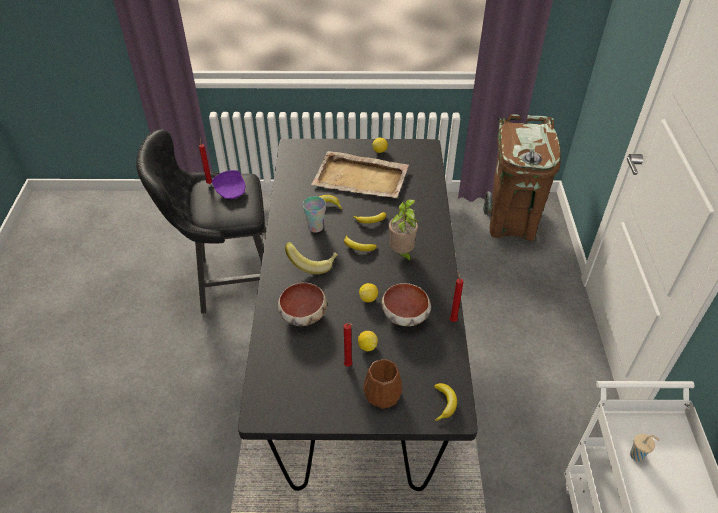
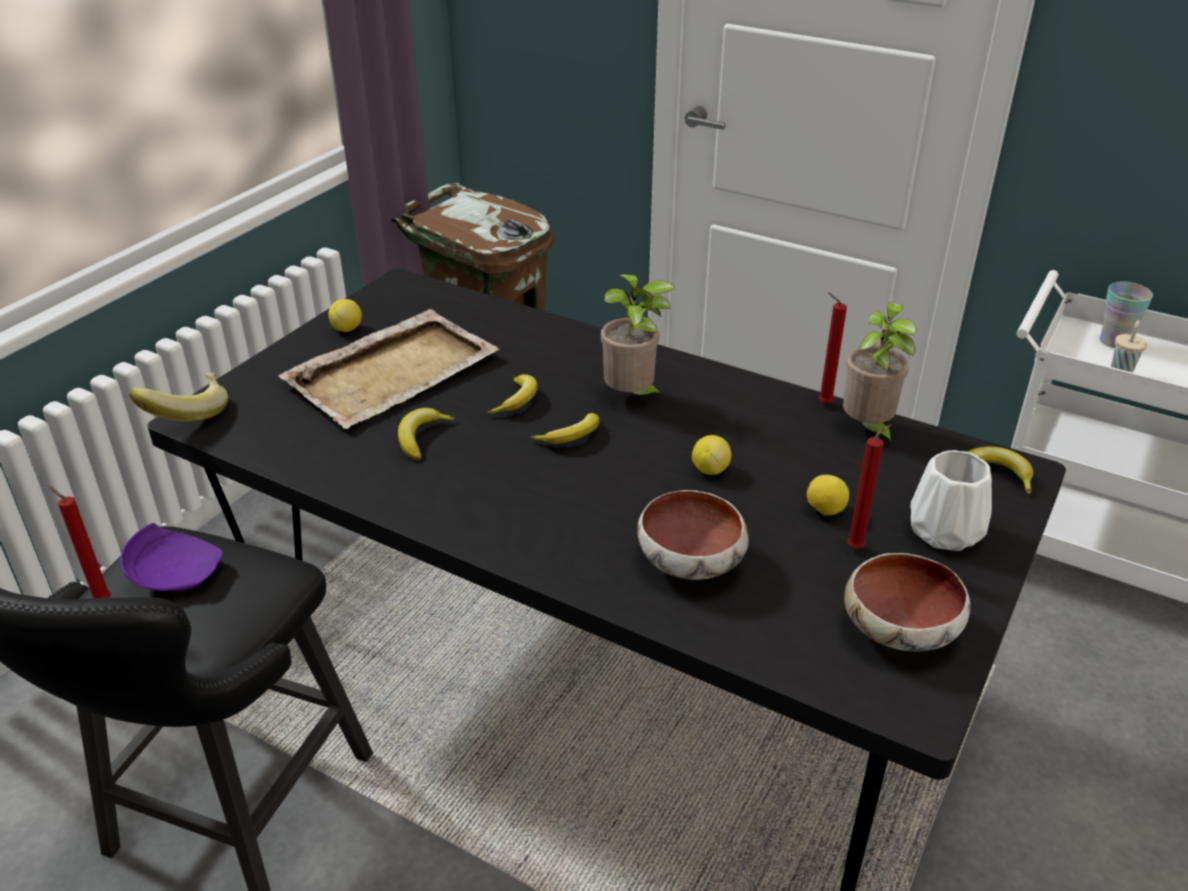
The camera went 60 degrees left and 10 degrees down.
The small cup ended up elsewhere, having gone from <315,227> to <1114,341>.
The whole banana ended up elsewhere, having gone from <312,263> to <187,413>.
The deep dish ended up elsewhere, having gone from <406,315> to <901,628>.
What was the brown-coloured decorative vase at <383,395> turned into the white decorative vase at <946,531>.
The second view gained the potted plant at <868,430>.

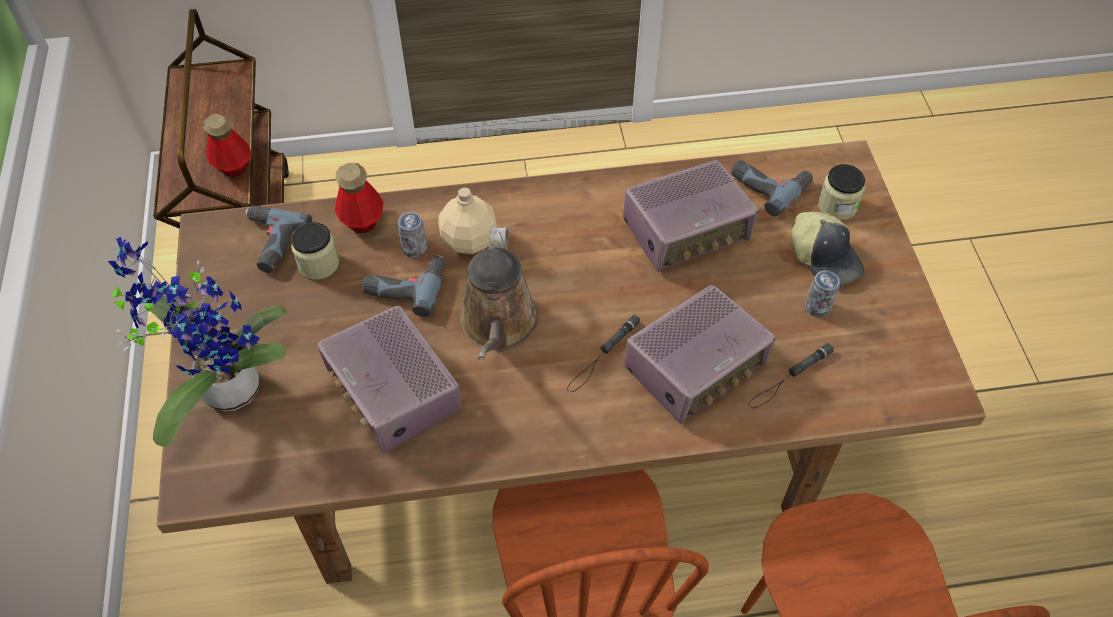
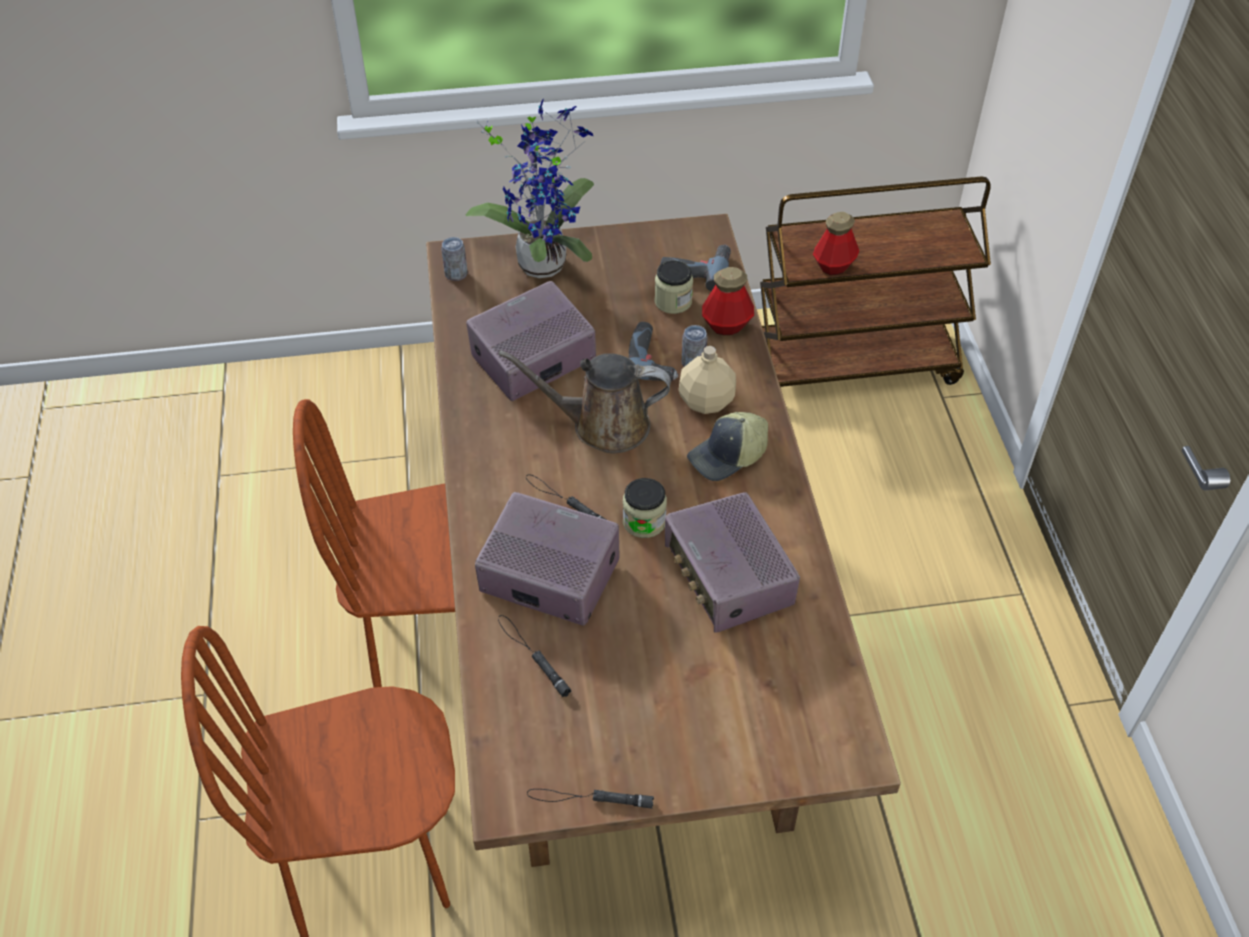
The camera went 90 degrees right and 5 degrees down.
The second view lost the power drill at <769,184>.
The jar ended up elsewhere, having gone from <837,205> to <644,521>.
The peaked cap ended up elsewhere, having gone from <825,257> to <728,456>.
The can ended up elsewhere, having gone from <817,307> to <456,274>.
The radio receiver at <696,367> ended up facing another way, 150 degrees clockwise from before.
The second view gained the black-coloured hand torch at <590,799>.

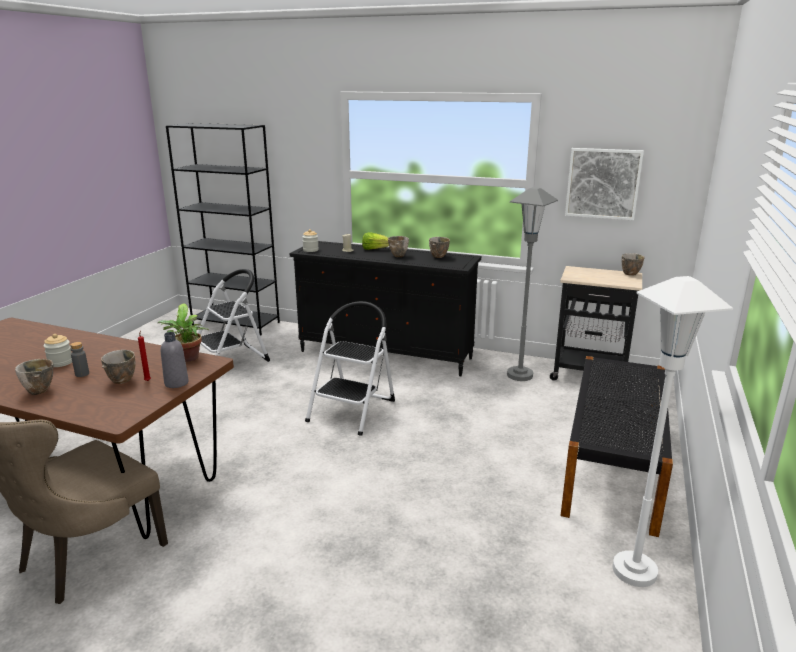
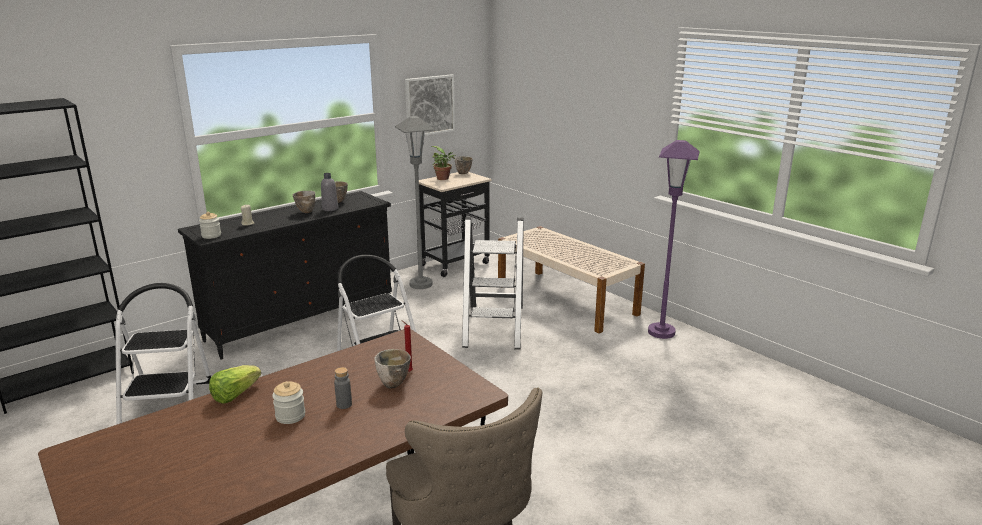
The camera went 60 degrees left and 0 degrees up.
The lettuce ended up elsewhere, having gone from <375,249> to <235,395>.
What was the white standard lamp at <634,571> turned into the purple standard lamp at <661,332>.
The potted plant ended up elsewhere, having gone from <188,359> to <444,179>.
The grey bottle ended up elsewhere, having gone from <176,383> to <330,209>.
What was the black-coloured long seat at <613,466> turned into the beige long seat at <566,299>.
The second view lost the deep dish at <39,392>.
The second view gained the grey step stool at <494,325>.

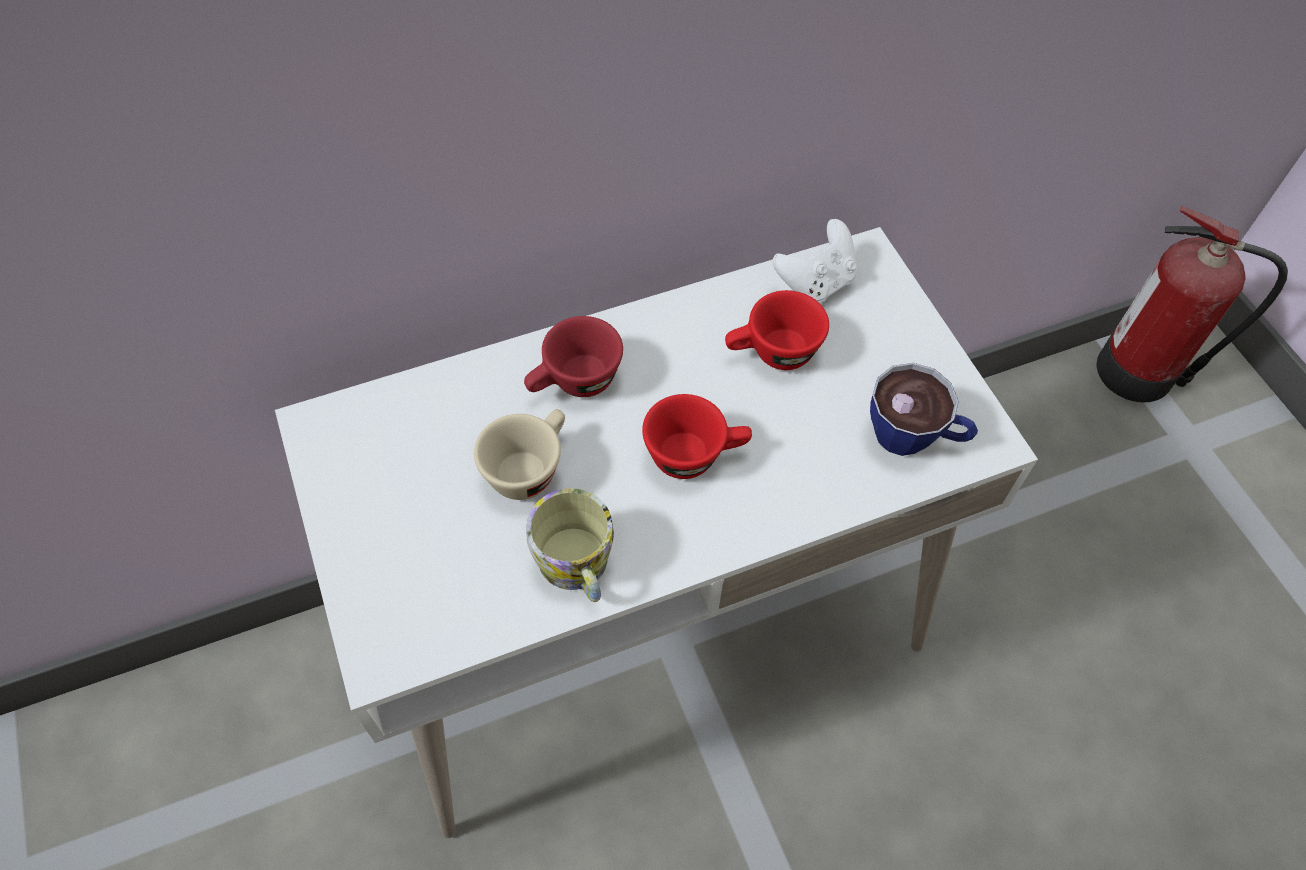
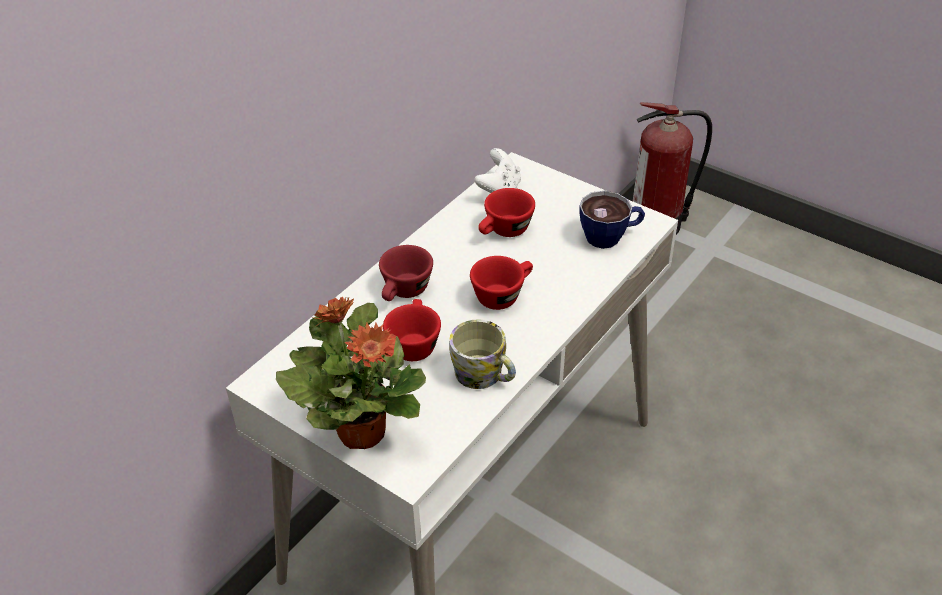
The camera went 30 degrees left and 15 degrees down.
What was the beige small cup at <529,467> turned into the reddish small cup at <413,343>.
The second view gained the potted plant at <361,430>.

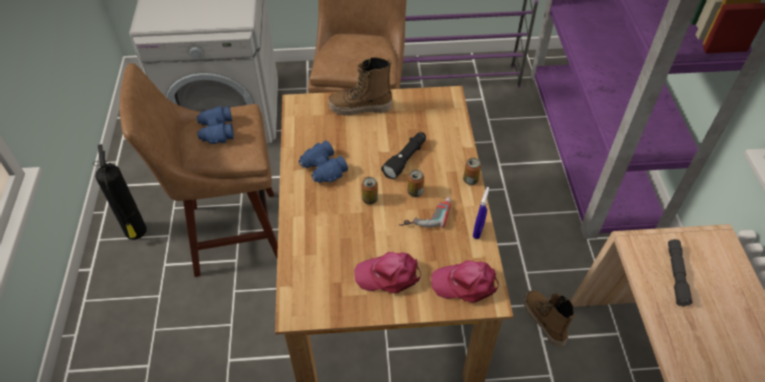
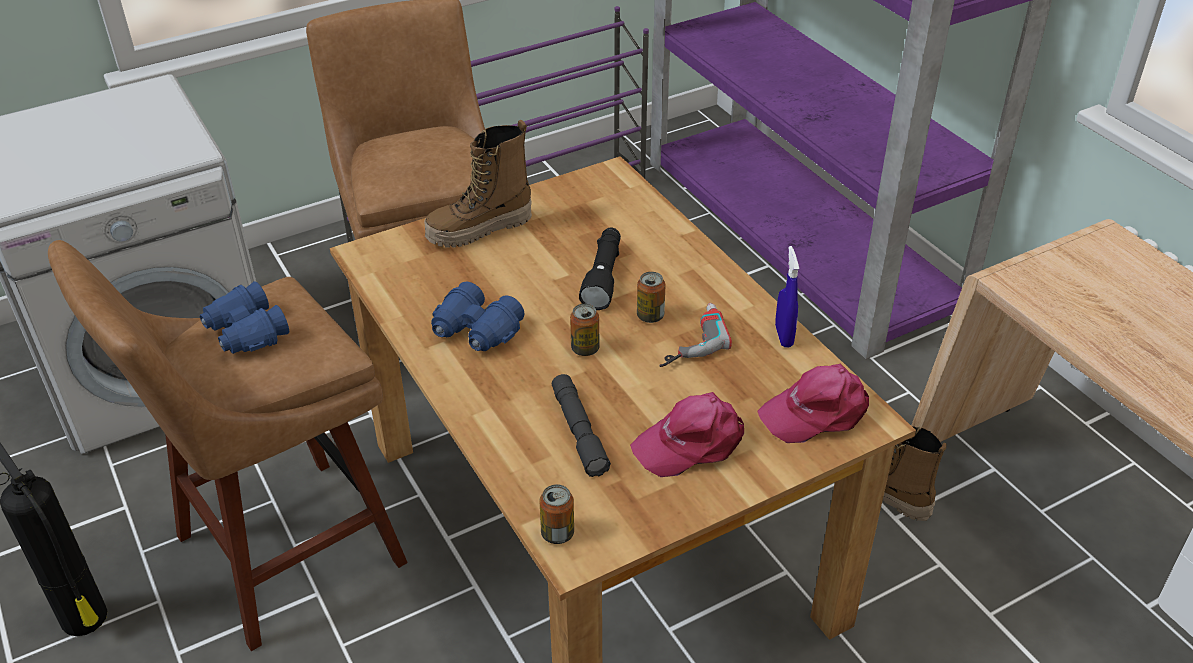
The camera went 25 degrees left and 10 degrees down.
The can ended up elsewhere, having gone from <470,180> to <557,533>.
The grey hand torch ended up elsewhere, having gone from <676,275> to <579,432>.

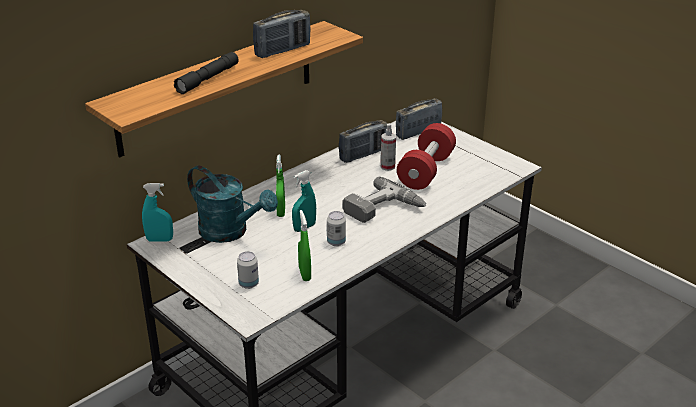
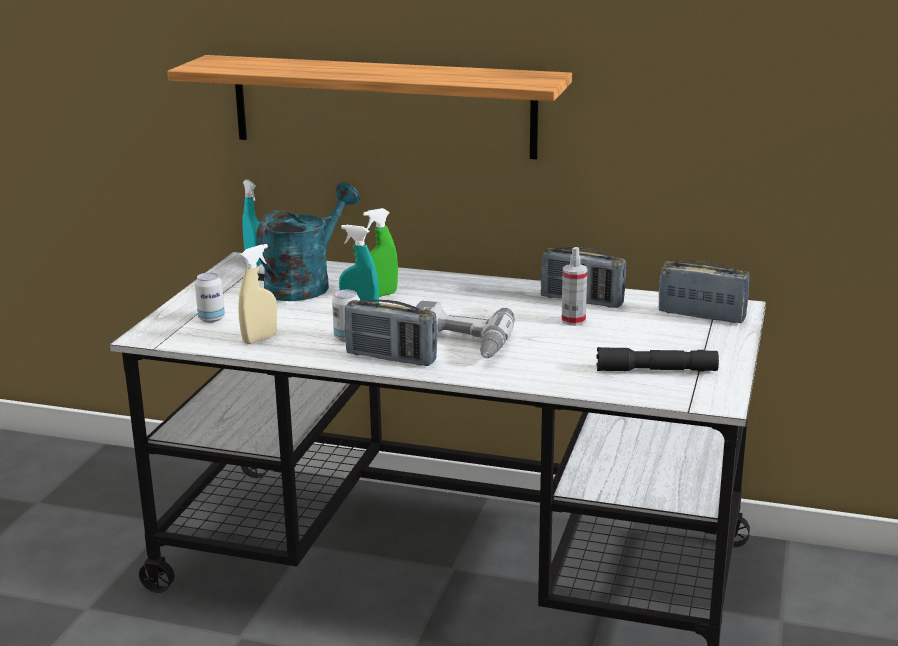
The camera went 60 degrees right and 10 degrees down.
The radio receiver ended up elsewhere, having gone from <282,50> to <391,358>.
The black-coloured hand torch ended up elsewhere, having gone from <208,79> to <656,370>.
The second view lost the reddish free weight at <426,171>.
The blue-green watering pot at <230,232> ended up facing another way, 150 degrees counterclockwise from before.
What was the green-coloured hand sprayer at <305,274> turned into the beige hand sprayer at <260,339>.

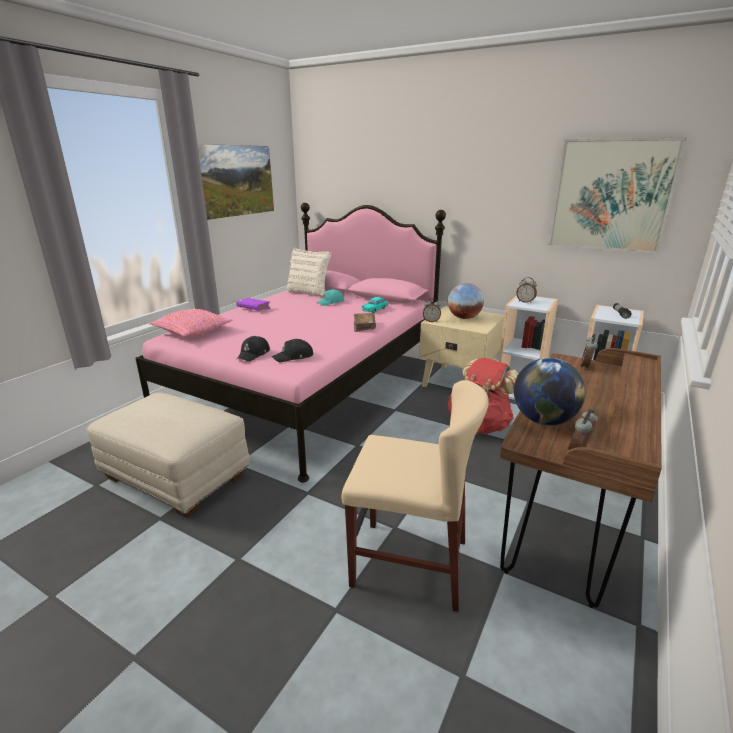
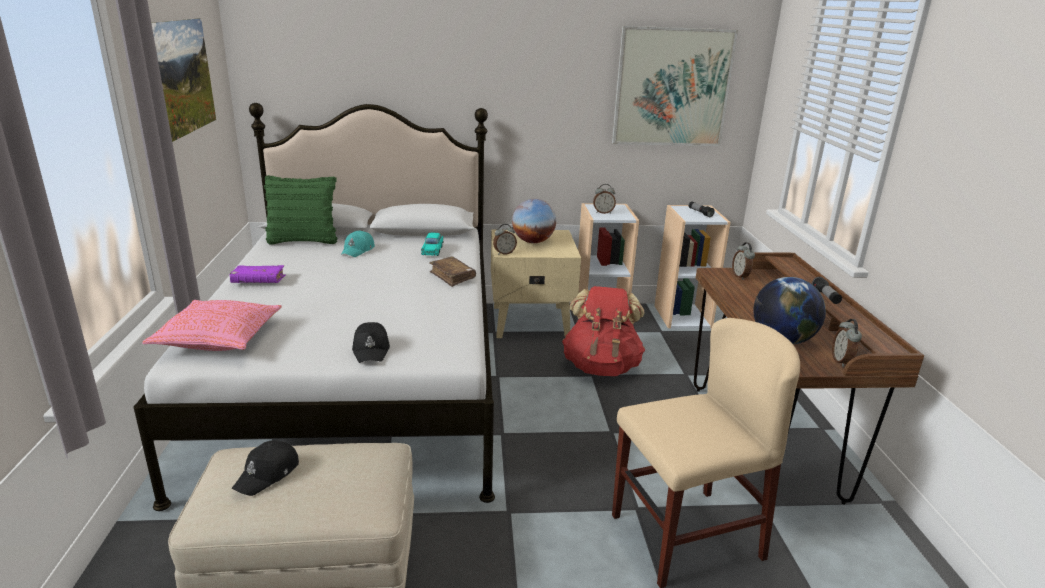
The camera went 35 degrees left and 0 degrees up.
What was the pinkish bed at <309,389> turned into the white bed at <361,381>.
What was the beige throw pillow at <309,293> turned into the green-coloured throw pillow at <304,241>.
The black-coloured peaked cap ended up elsewhere, having gone from <294,357> to <268,474>.
The second view gained the hand torch at <825,297>.

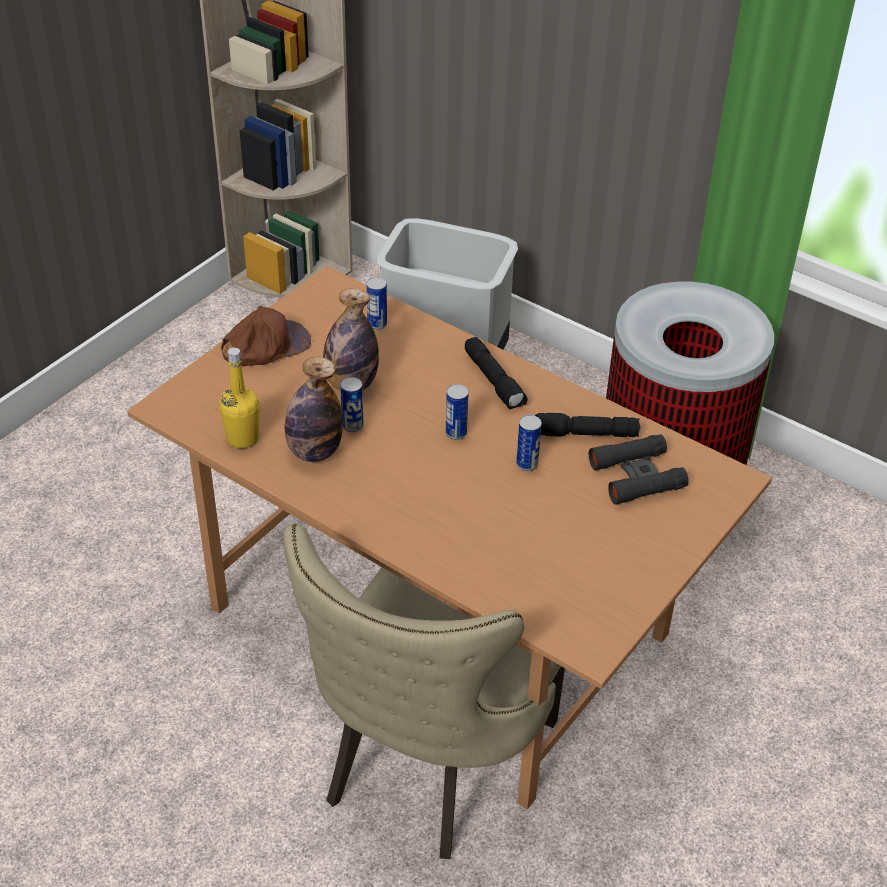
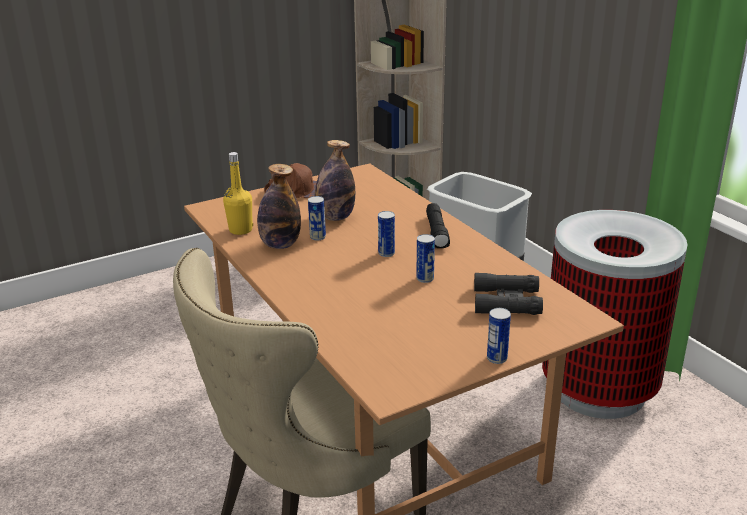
The camera went 25 degrees right and 15 degrees down.
The can ended up elsewhere, having gone from <377,324> to <497,358>.
The second view lost the black-coloured hand torch at <584,434>.

